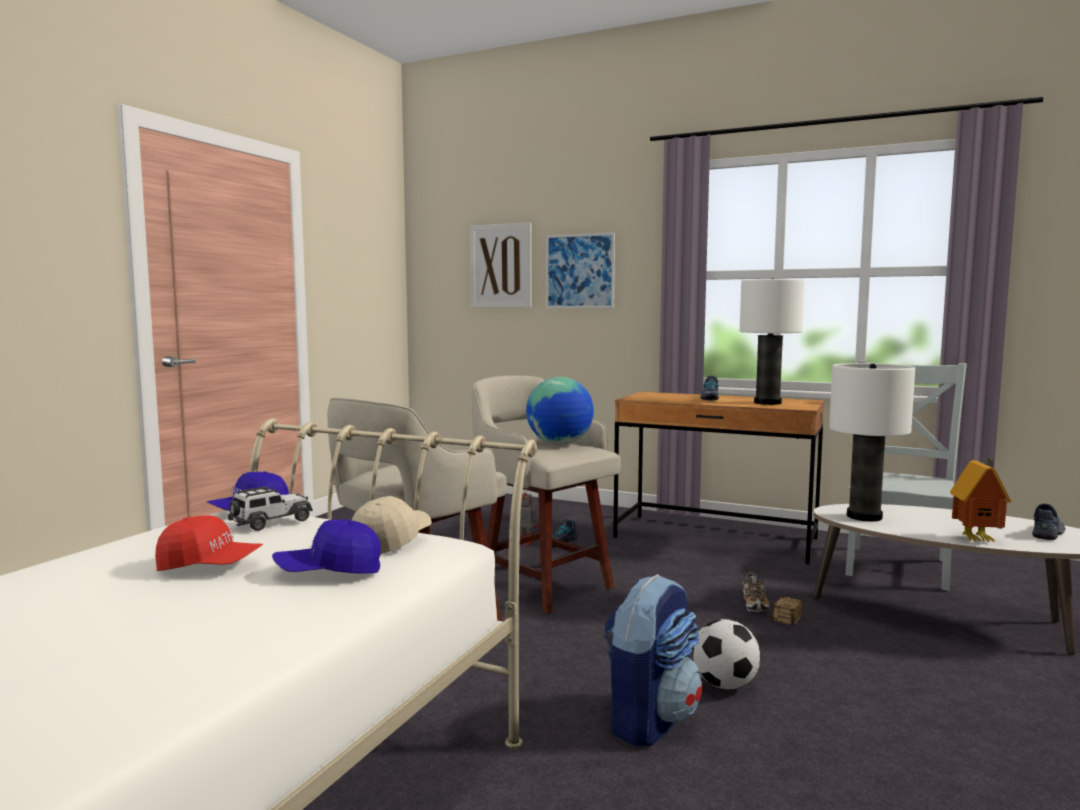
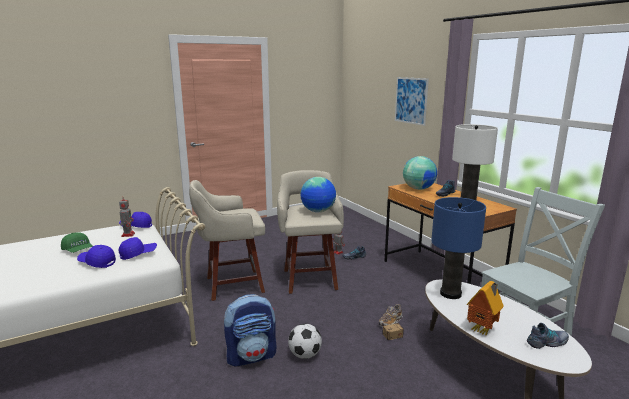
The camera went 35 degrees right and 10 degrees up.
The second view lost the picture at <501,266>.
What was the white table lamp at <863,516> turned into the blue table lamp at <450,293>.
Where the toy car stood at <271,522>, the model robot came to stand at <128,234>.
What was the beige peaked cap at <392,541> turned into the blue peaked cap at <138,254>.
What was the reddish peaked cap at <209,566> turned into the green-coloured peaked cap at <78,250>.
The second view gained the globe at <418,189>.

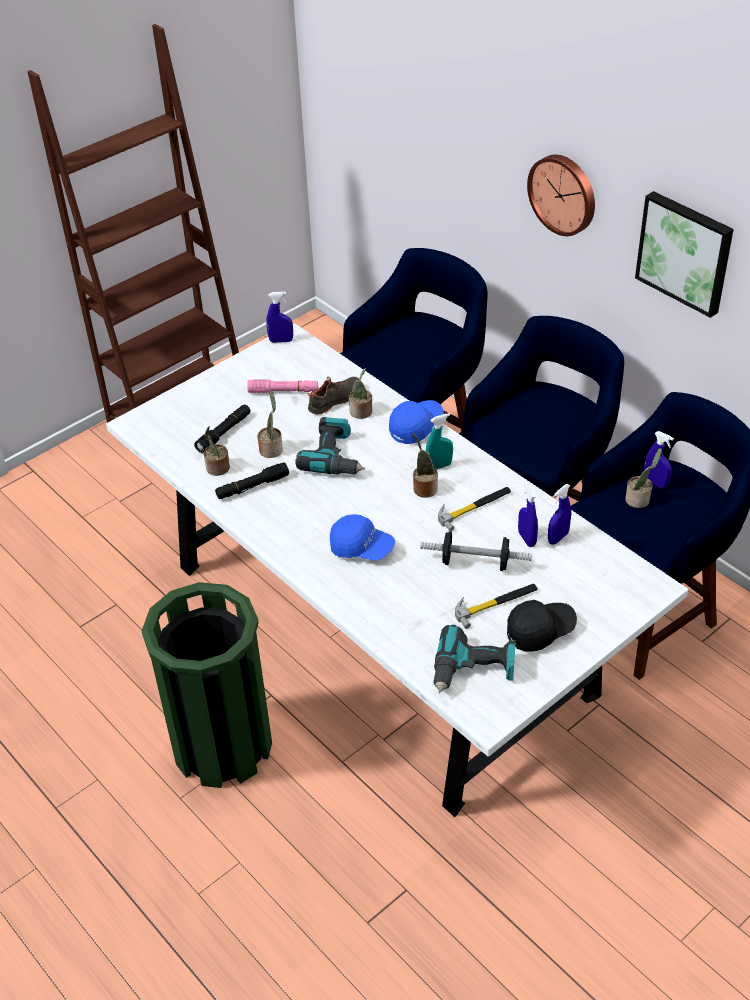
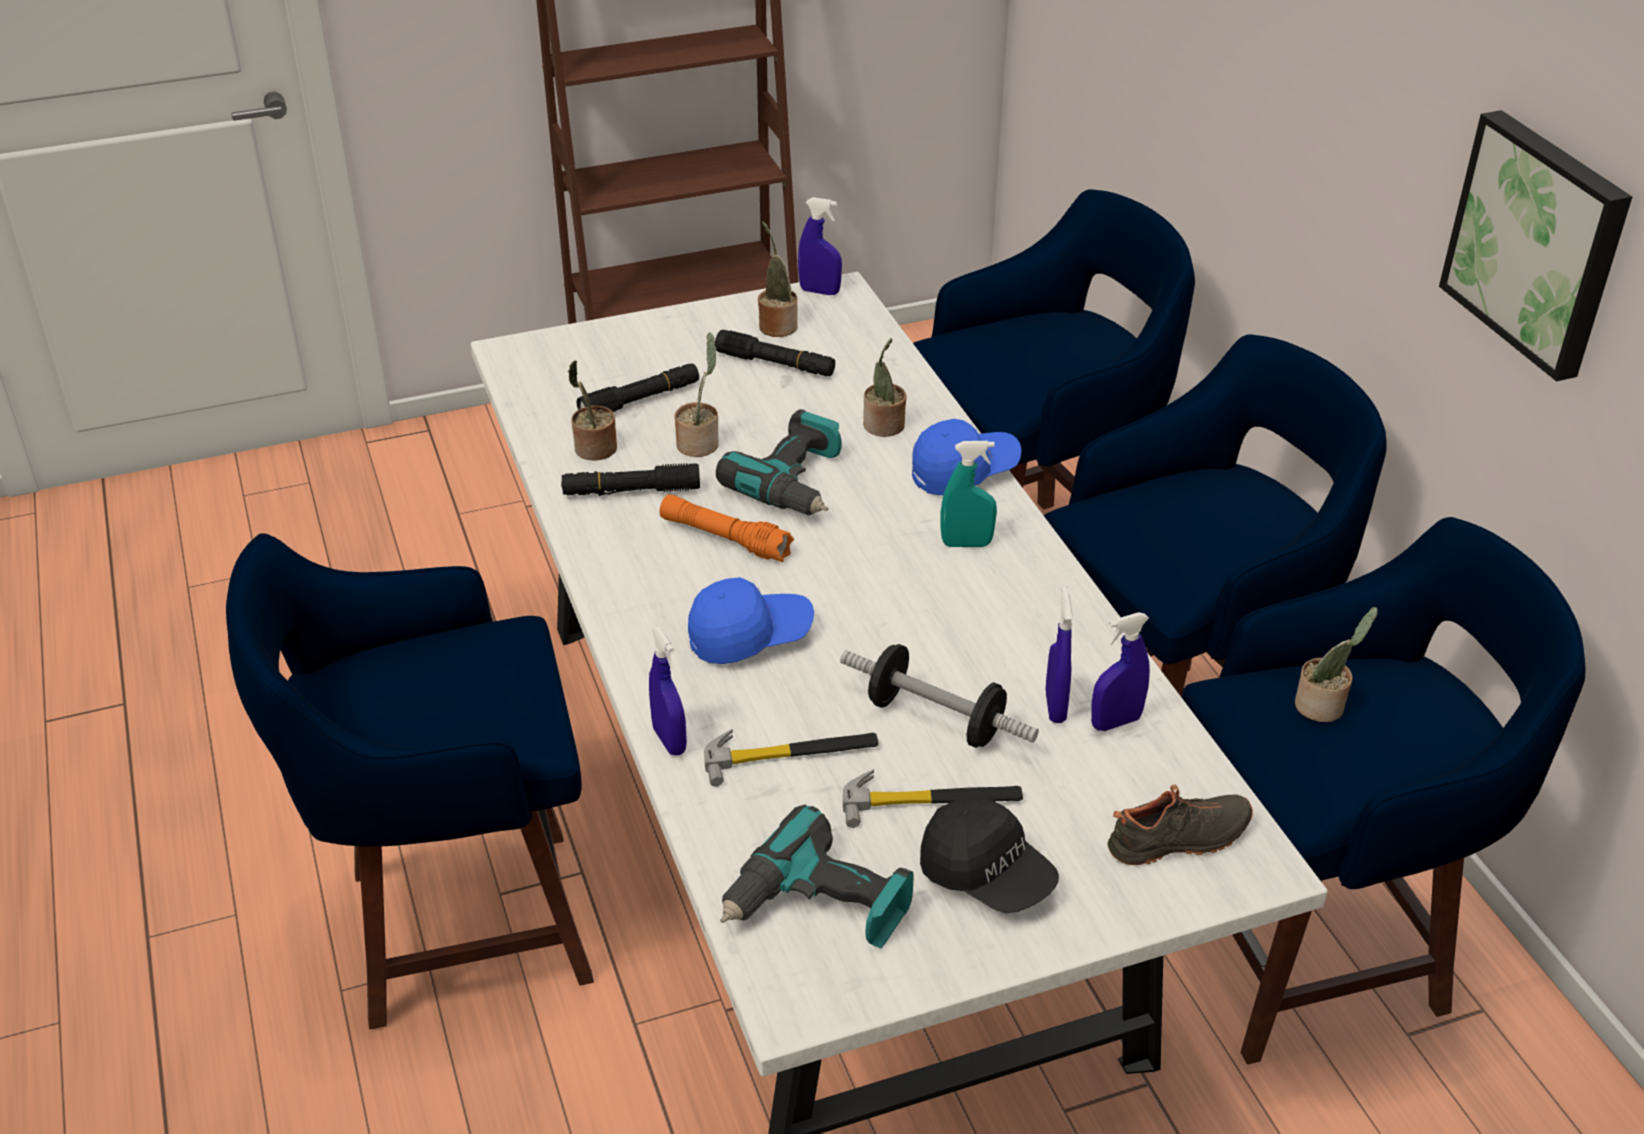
The camera went 20 degrees right and 5 degrees down.
The second view lost the hanging clock at <564,194>.
The black-coloured item of footwear ended up elsewhere, having gone from <335,401> to <1180,841>.
What was the pinkish hand torch at <283,391> turned into the black-coloured hand torch at <775,364>.
The blue hand sprayer ended up elsewhere, having gone from <655,483> to <669,740>.
The potted plant ended up elsewhere, having gone from <424,488> to <776,325>.
The hand hammer ended up elsewhere, having gone from <474,507> to <791,754>.
The blue peaked cap at <361,548> ended up facing another way, 60 degrees counterclockwise from before.
Where the green-coloured trash can stood at <222,746>, the blue stool seat came to stand at <456,928>.
The black-coloured peaked cap at <540,631> ended up facing another way, 45 degrees clockwise from before.
The second view gained the orangey hand torch at <725,539>.

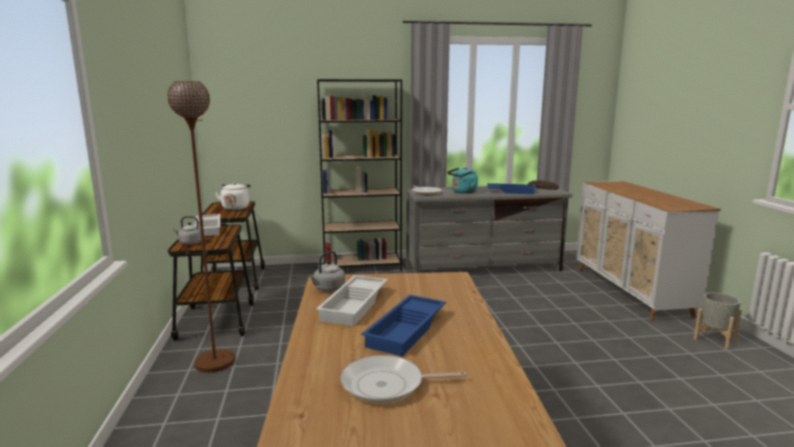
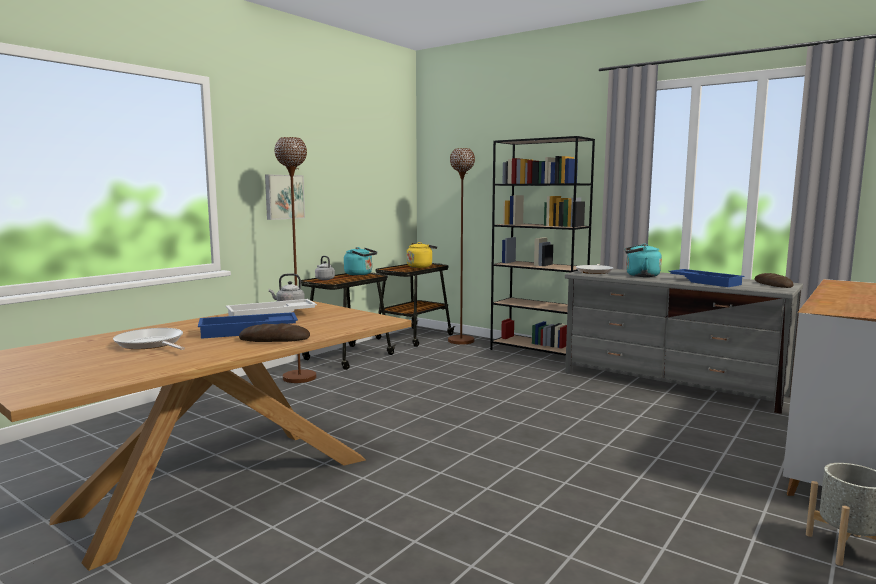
The camera went 45 degrees right and 5 degrees down.
What was the white kettle at <235,207> turned into the yellowish kettle at <420,266>.
Where the white tray stood at <209,228>, the blue-green kettle came to stand at <360,274>.
The second view gained the brown-coloured standard lamp at <461,341>.
The second view gained the picture at <283,197>.
The second view gained the bakery bread at <274,339>.

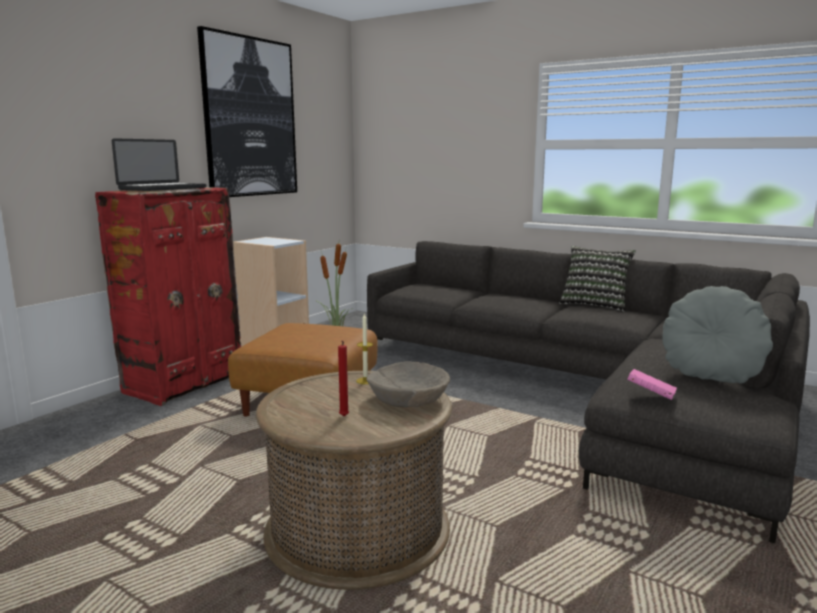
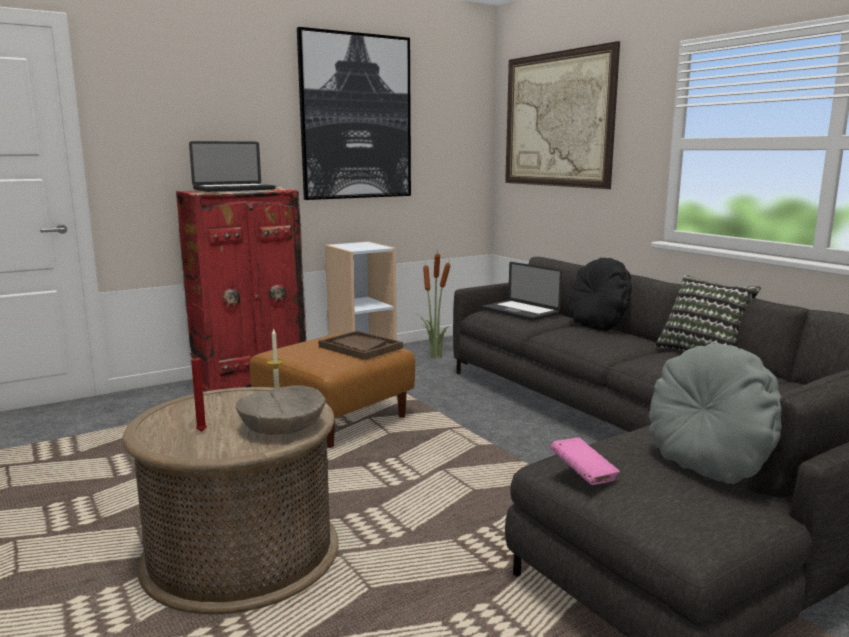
The camera went 25 degrees right and 0 degrees up.
The second view gained the picture at <557,120>.
The second view gained the black-coloured throw pillow at <597,327>.
The second view gained the notebook computer at <520,312>.
The second view gained the brown-coloured tray at <360,347>.

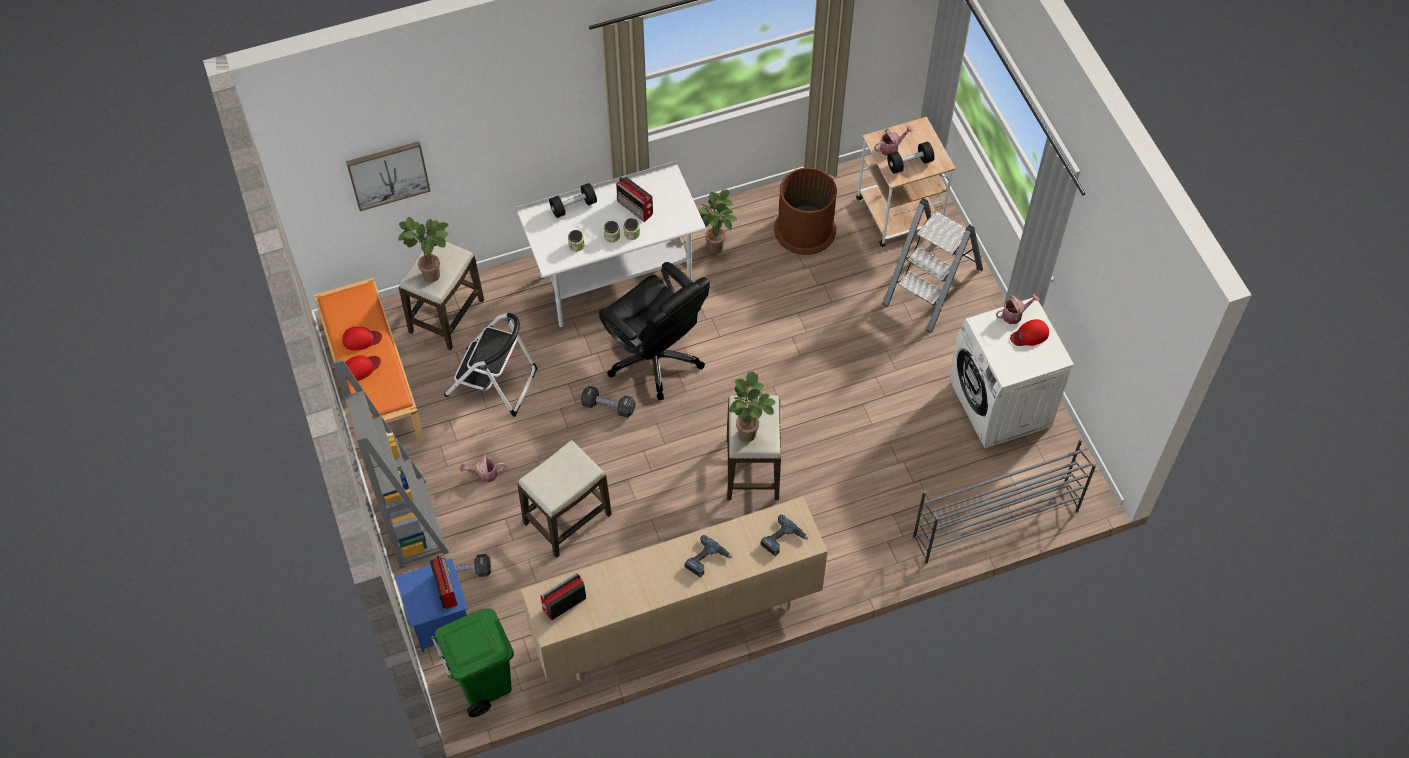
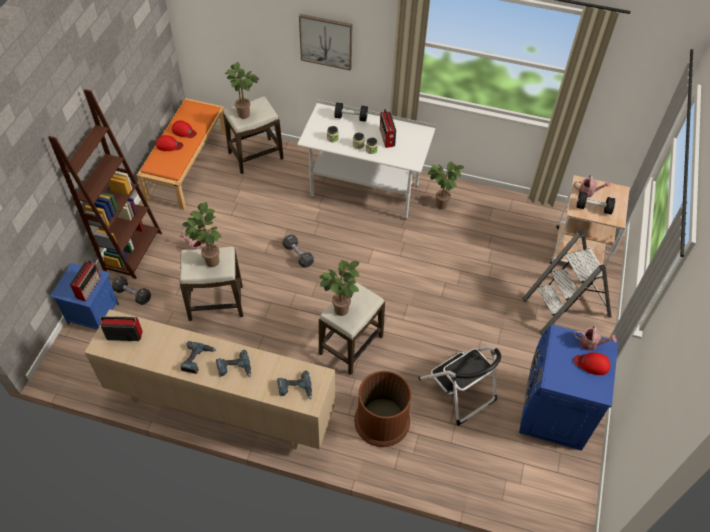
The camera went 35 degrees right and 5 degrees down.
The picture ended up elsewhere, having gone from <388,174> to <326,41>.
The brown-coloured trash can ended up elsewhere, having gone from <805,229> to <382,420>.
The second view lost the black-coloured office chair at <655,358>.
What was the white laundry appliance at <999,406> turned into the blue laundry appliance at <553,412>.
The step stool ended up elsewhere, having gone from <494,383> to <458,391>.
What was the grey bookshelf at <412,524> turned into the brown-coloured bookshelf at <132,251>.
The second view lost the grey shoe shelf at <994,524>.
The second view lost the green-coloured trash can at <482,683>.
The second view gained the potted plant at <210,260>.
The second view gained the power drill at <197,359>.

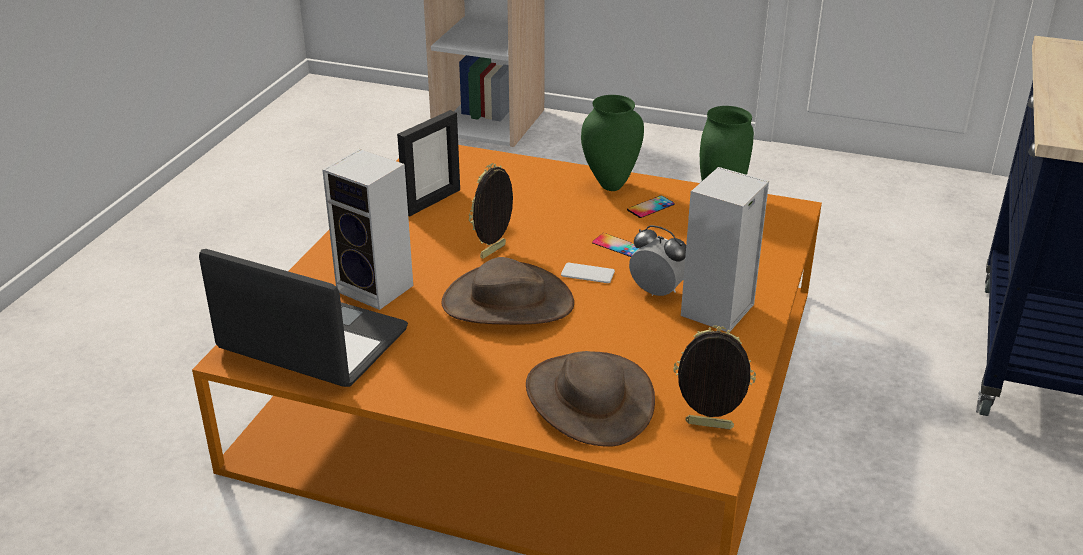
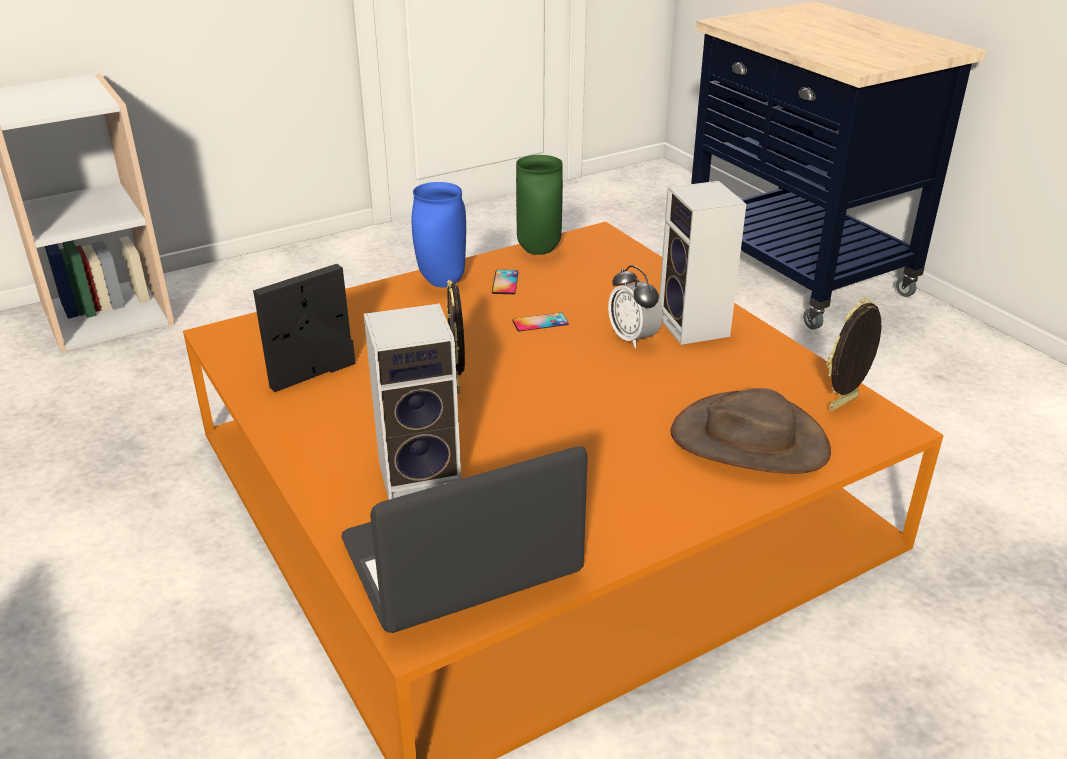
The camera went 50 degrees left and 0 degrees up.
What was the green-coloured decorative vase at <610,184> turned into the blue decorative vase at <441,282>.
The picture frame at <431,201> ended up facing another way, 120 degrees counterclockwise from before.
The alarm clock at <656,291> ended up facing another way, 105 degrees counterclockwise from before.
The second view lost the brown-coloured hat at <507,303>.
The second view lost the phone at <587,274>.

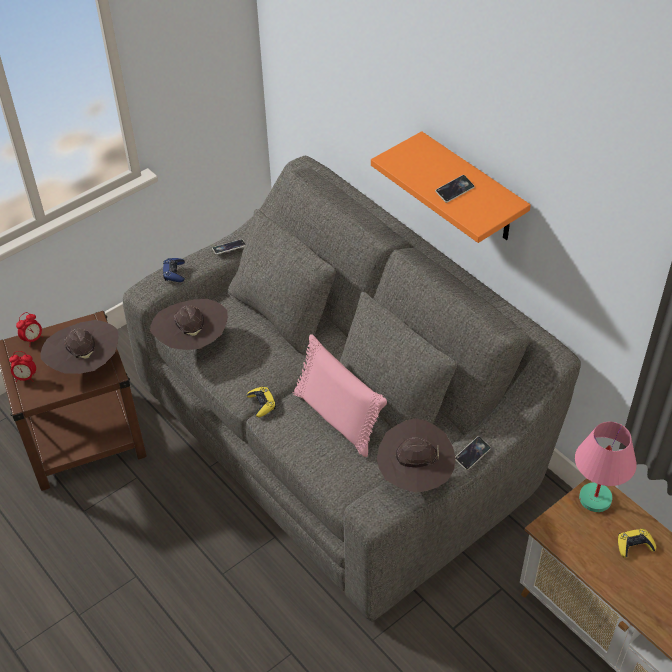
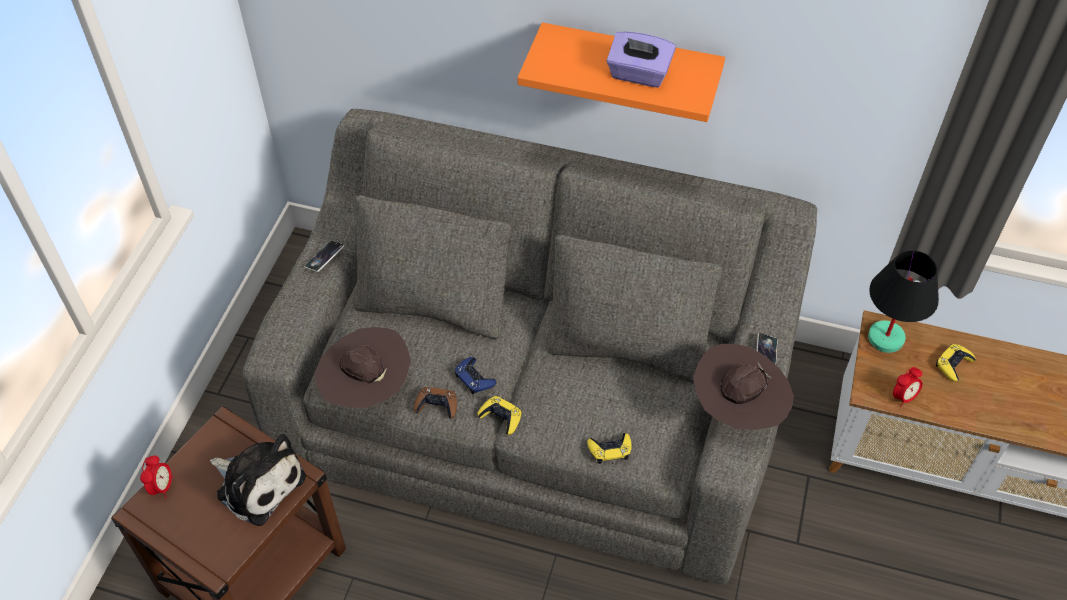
The camera went 35 degrees left and 5 degrees up.
Where the phone stood at <454,191>, the purple tissue holder came to stand at <638,74>.
The blue joypad ended up elsewhere, having gone from <174,272> to <474,378>.
Where the brown-coloured hat stood at <85,365>, the soft toy came to stand at <258,483>.
The second view lost the pinkish throw pillow at <338,418>.
The alarm clock ended up elsewhere, having gone from <26,377> to <903,397>.
What was the pinkish table lamp at <594,498> turned into the black-coloured table lamp at <885,338>.
The second view gained the brown-coloured joypad at <436,405>.
The second view gained the yellowish joypad at <610,450>.

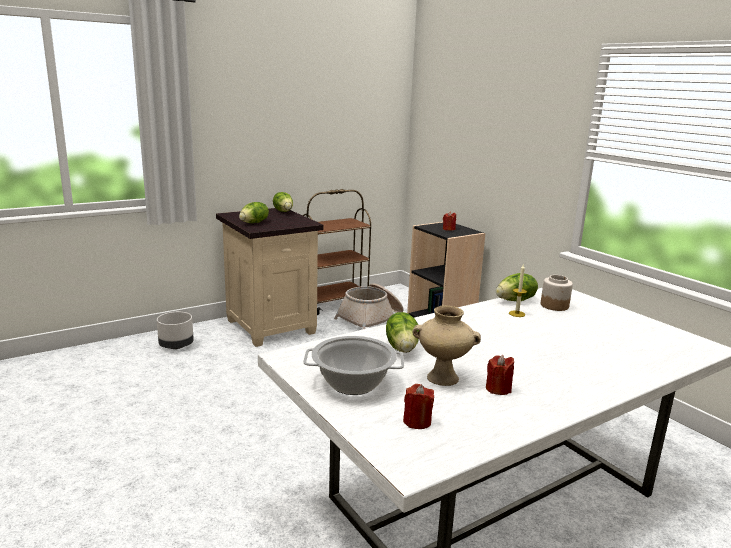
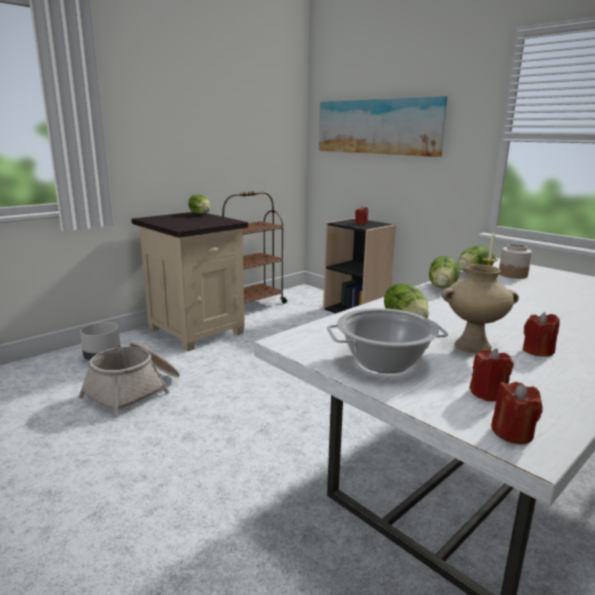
The camera went 10 degrees left and 0 degrees up.
The lettuce ended up elsewhere, having gone from <254,223> to <443,287>.
The storage basket ended up elsewhere, having gone from <371,319> to <134,391>.
The second view gained the picture at <377,126>.
The second view gained the reddish wax candle at <512,432>.

